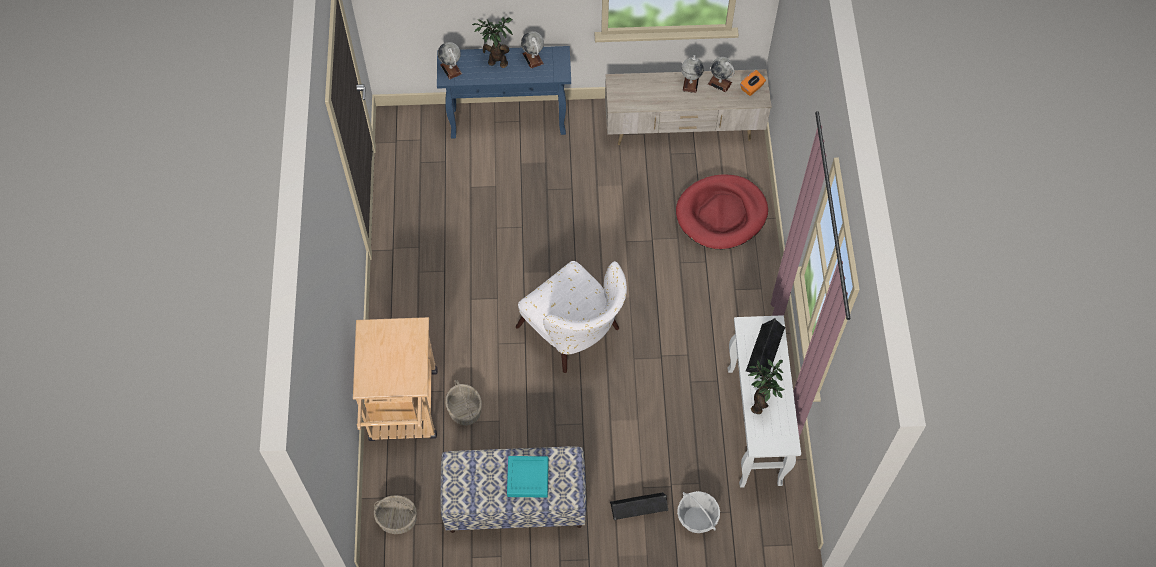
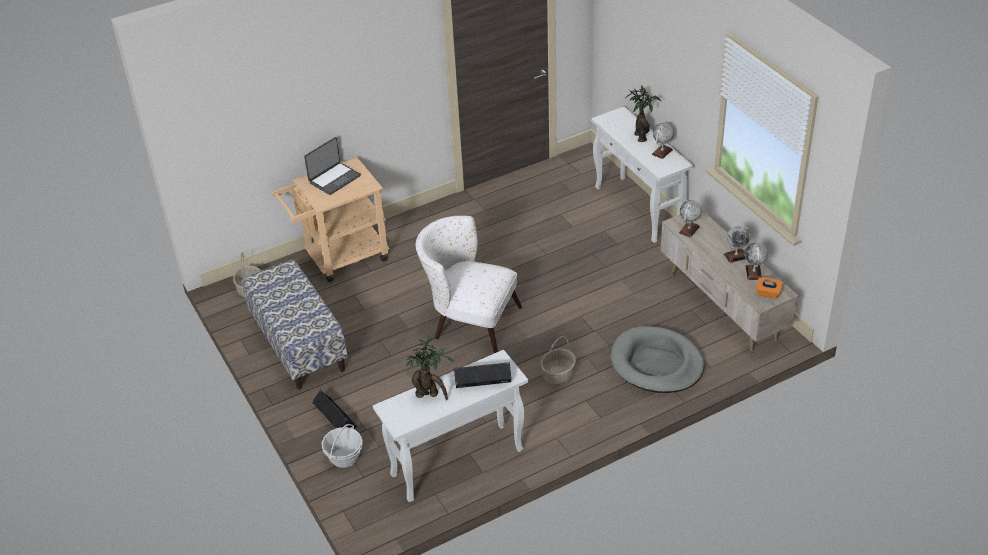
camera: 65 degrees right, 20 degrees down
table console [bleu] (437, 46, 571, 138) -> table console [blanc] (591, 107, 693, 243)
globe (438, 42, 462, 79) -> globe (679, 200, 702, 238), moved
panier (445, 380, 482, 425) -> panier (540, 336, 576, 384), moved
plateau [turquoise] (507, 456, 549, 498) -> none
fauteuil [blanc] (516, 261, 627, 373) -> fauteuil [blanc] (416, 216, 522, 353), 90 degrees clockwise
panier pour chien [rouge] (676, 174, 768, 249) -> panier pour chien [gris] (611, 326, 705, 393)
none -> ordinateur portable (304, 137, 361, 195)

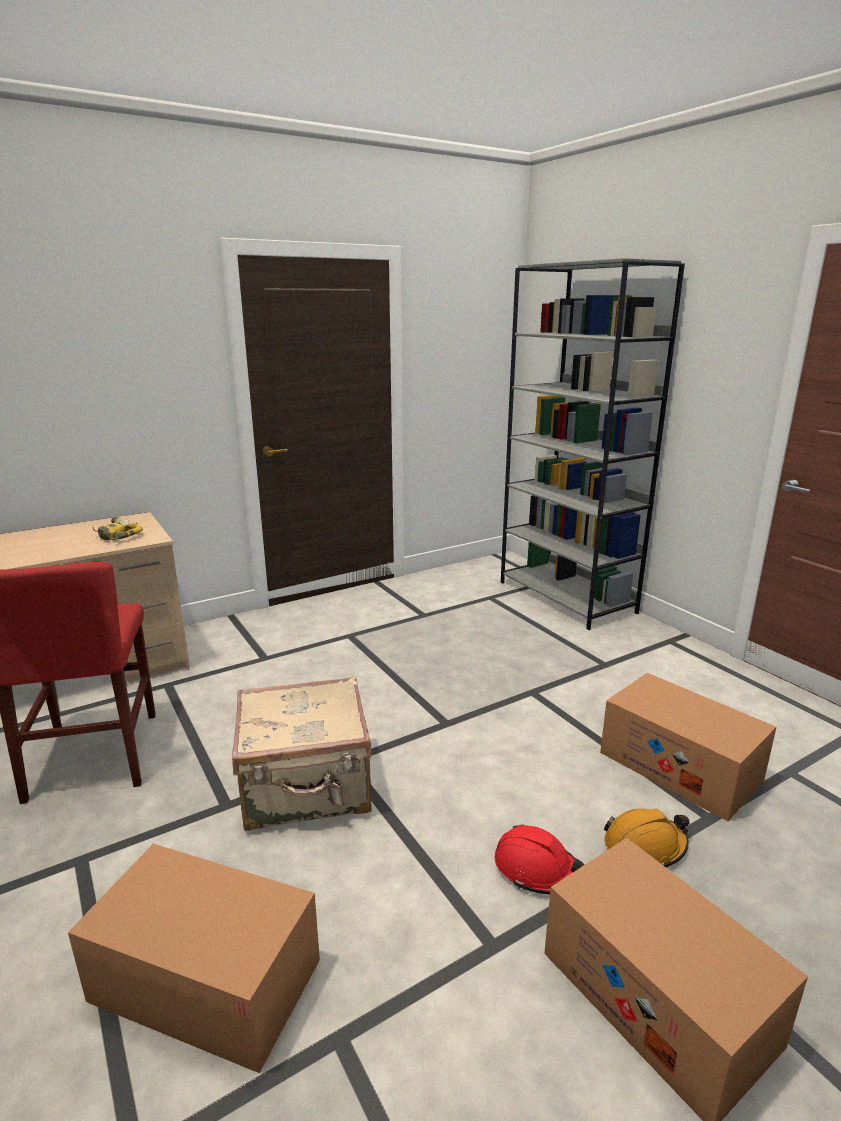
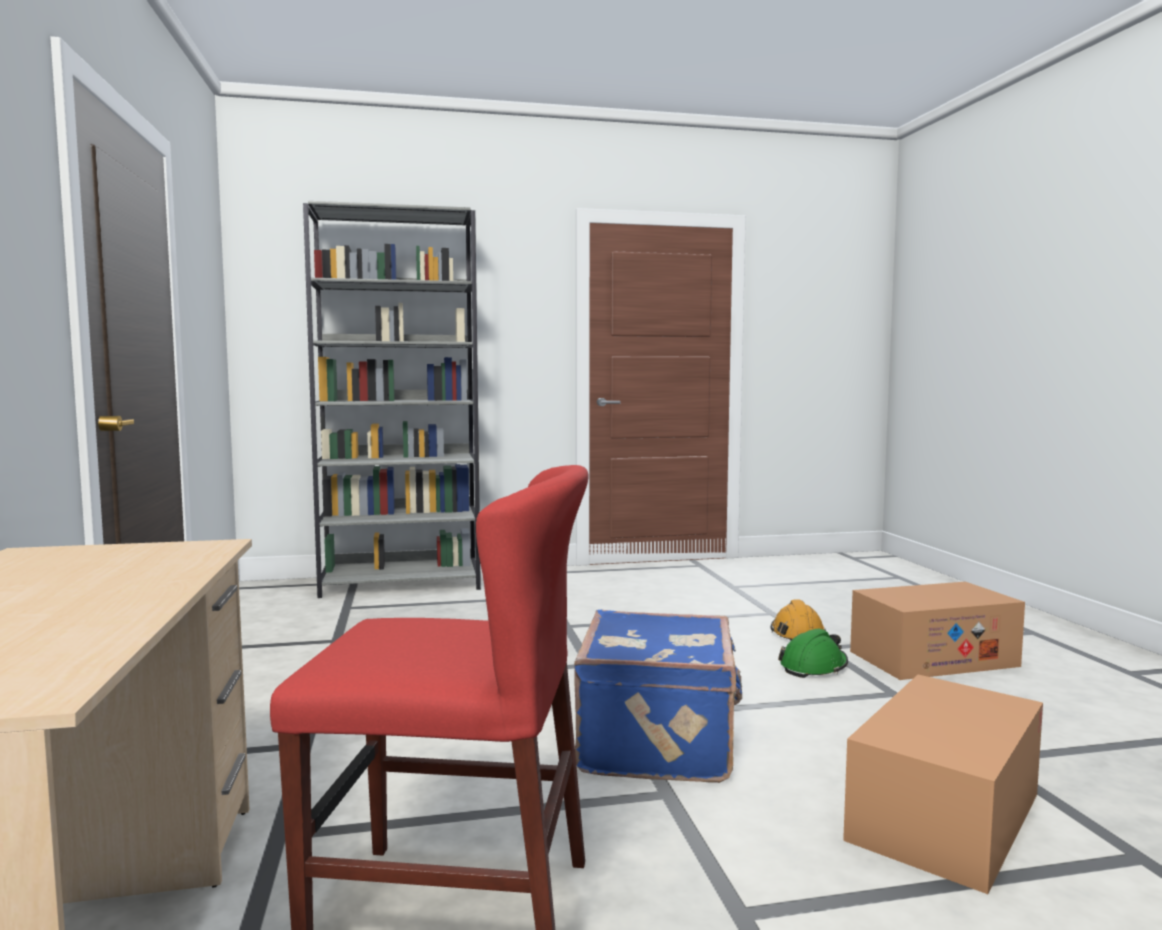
camera: 70 degrees left, 15 degrees down
perceuse (93, 517, 143, 540) -> none
valise [beige] (232, 676, 372, 831) -> valise [bleu] (574, 610, 742, 783)
casque de chantier [rouge] (495, 824, 585, 894) -> casque de chantier [vert] (778, 629, 848, 678)
carton (600, 673, 776, 821) -> none

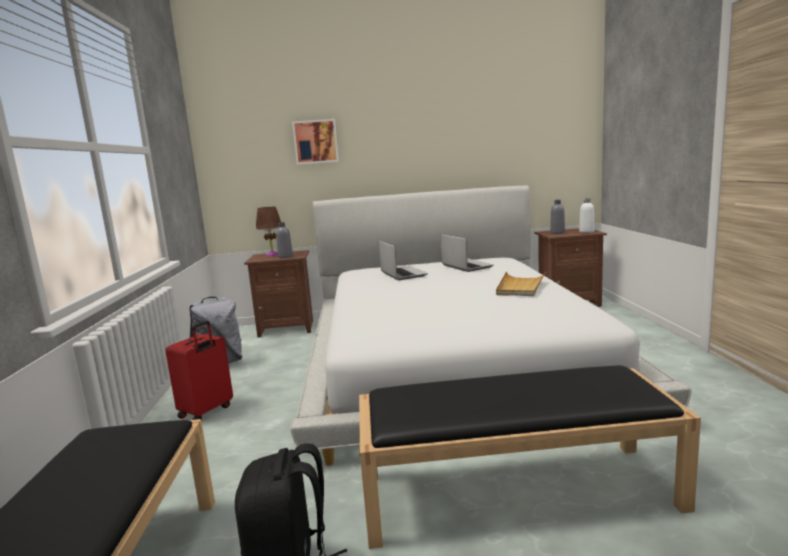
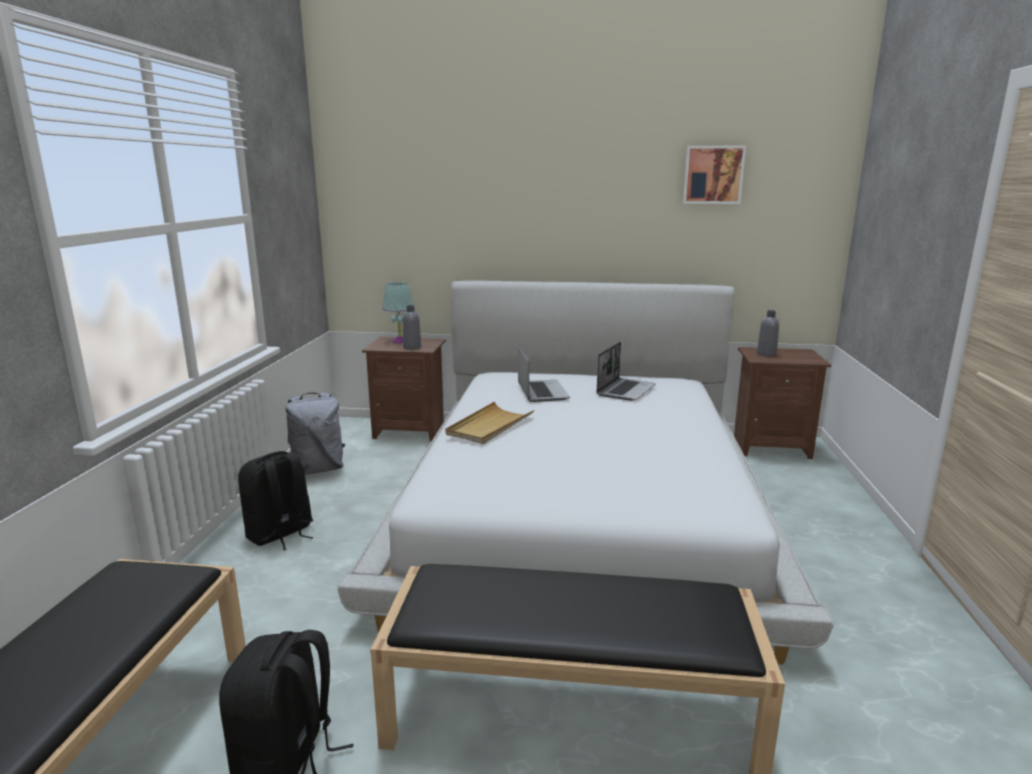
camera: 10 degrees right, 5 degrees up
valise [rouge] (165, 321, 233, 421) -> sac à dos [noir] (238, 451, 313, 550)
lampe de table [marron] (256, 207, 281, 256) -> lampe de table [turquoise] (382, 282, 414, 343)
tableau (292, 119, 339, 165) -> tableau (683, 146, 746, 204), moved
ordinateur portable (441, 234, 494, 272) -> ordinateur portable (597, 342, 656, 401), 45 degrees clockwise
plateau [beige] (496, 272, 545, 296) -> plateau [beige] (445, 402, 534, 444), moved
bouteille [blanc] (579, 198, 595, 233) -> none

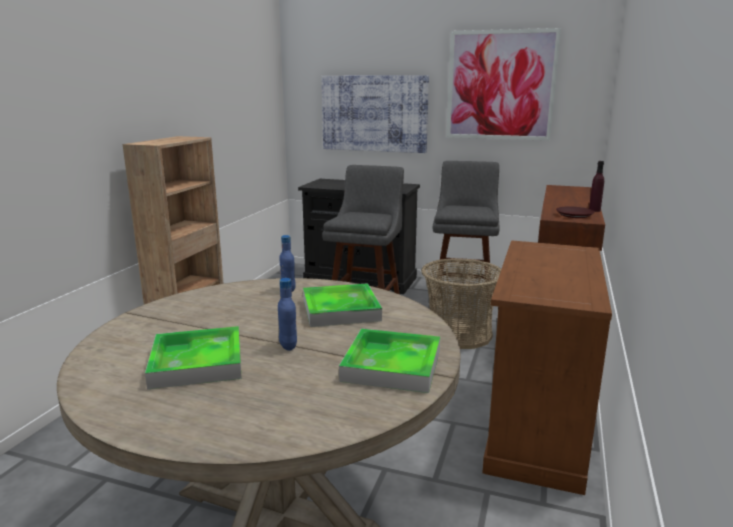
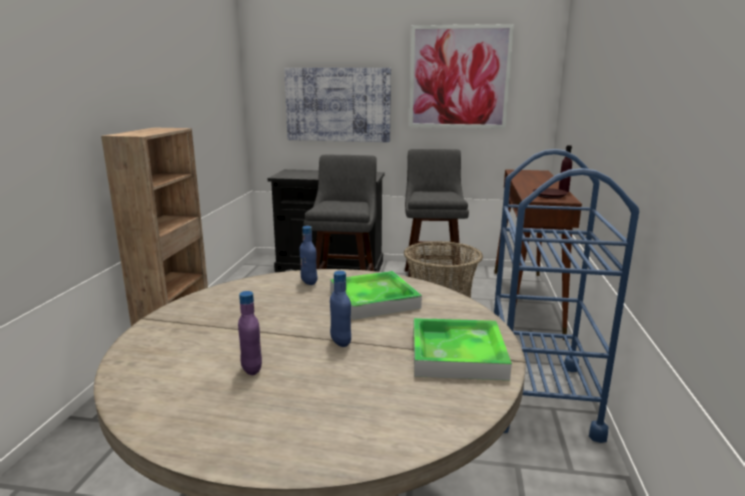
camera: 10 degrees left, 0 degrees up
plateau (145, 326, 242, 389) -> bouteille [violet] (238, 291, 262, 375)
meuble de rangement [marron] (482, 240, 612, 495) -> chariot [bleu] (494, 149, 639, 443)

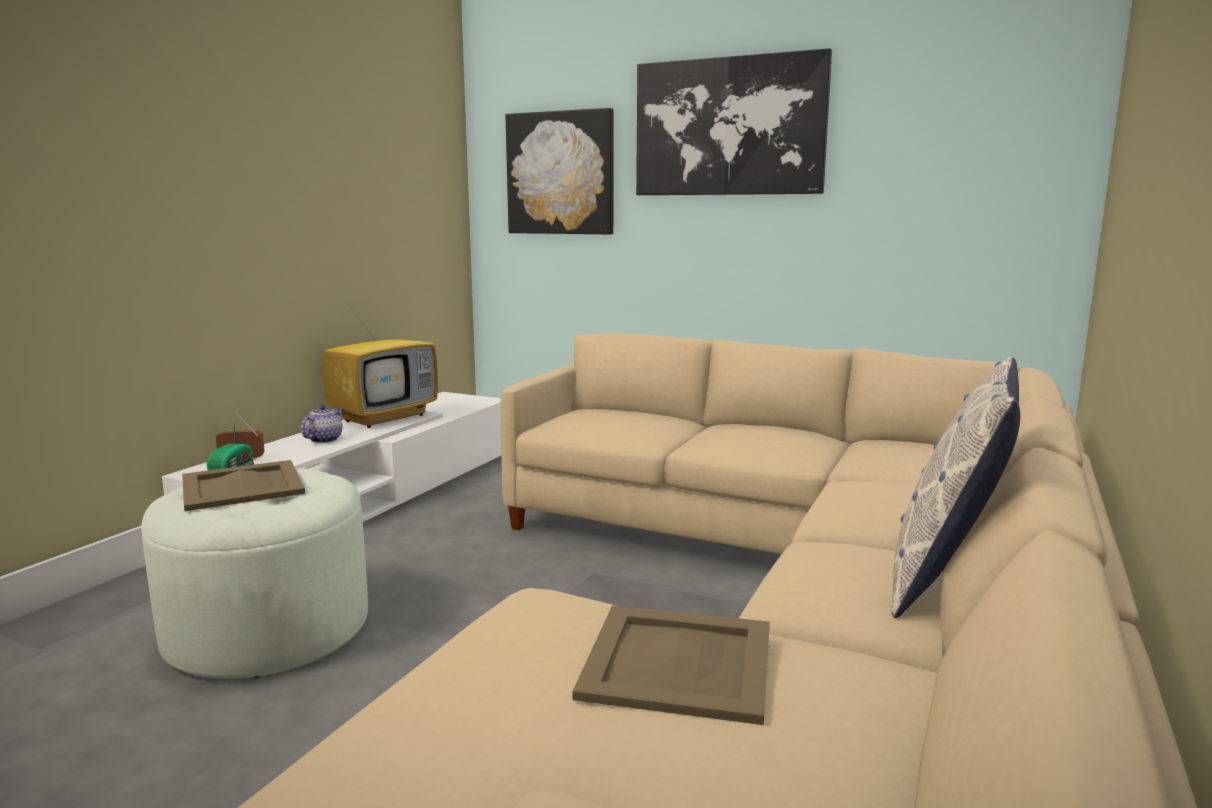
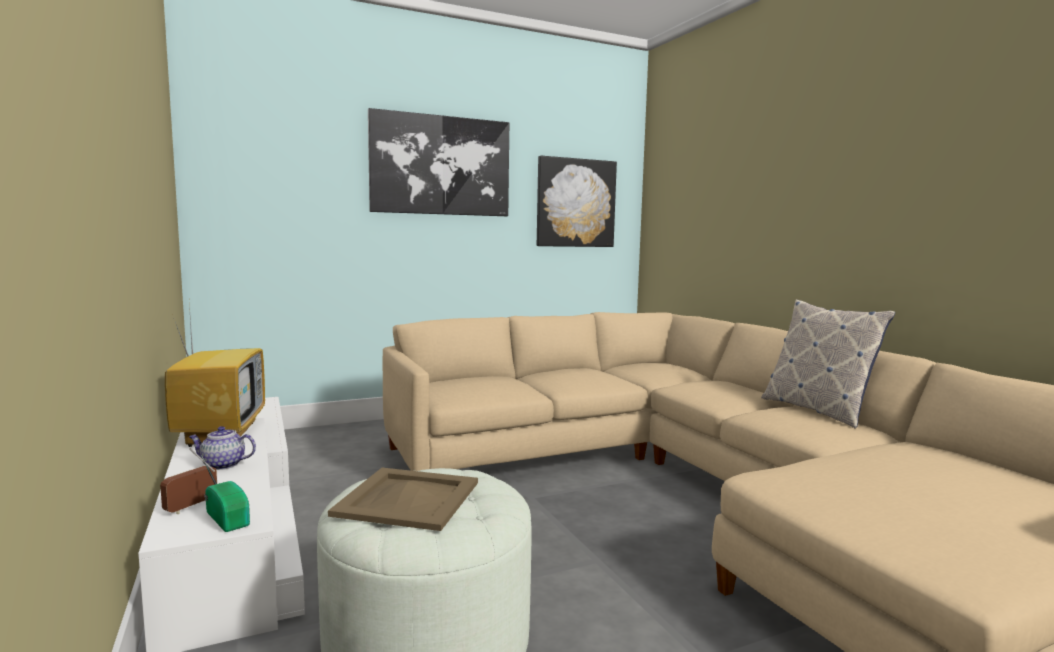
camera: 50 degrees left, 5 degrees down
théière (301, 405, 343, 443) -> théière (189, 426, 256, 470), 60 degrees counterclockwise
tableau (505, 108, 614, 235) -> tableau (537, 156, 617, 247), moved
plateau [beige] (572, 605, 770, 725) -> none

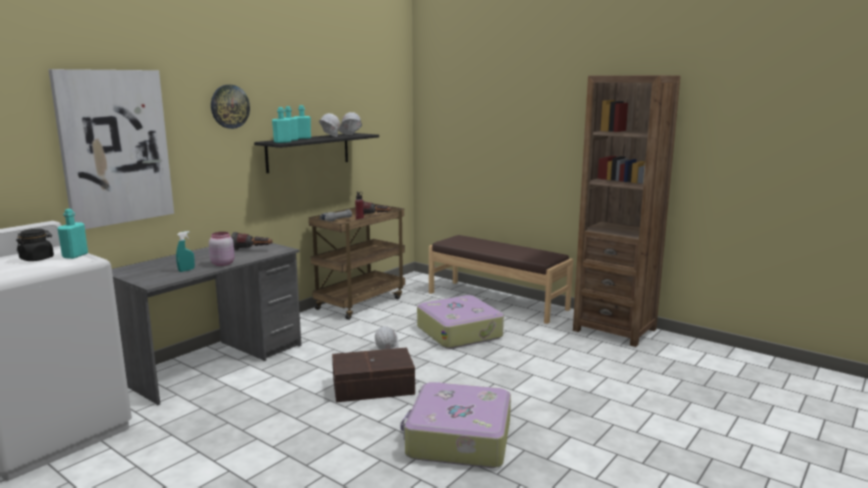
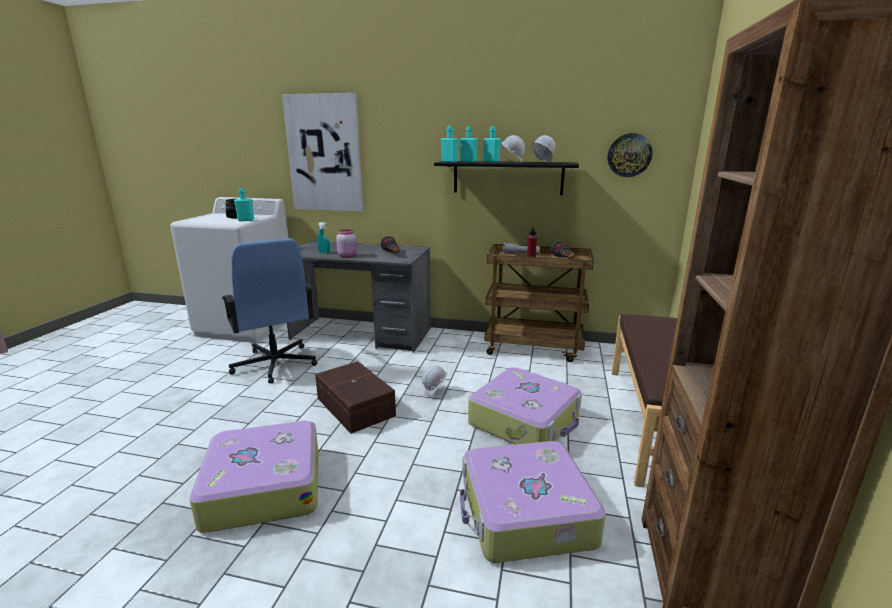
camera: 65 degrees right, 5 degrees up
horloge murale (211, 85, 250, 129) -> horloge murale (608, 133, 652, 177), moved
none -> chaise de bureau [bleu] (222, 238, 318, 384)
none -> valise (460, 441, 606, 563)

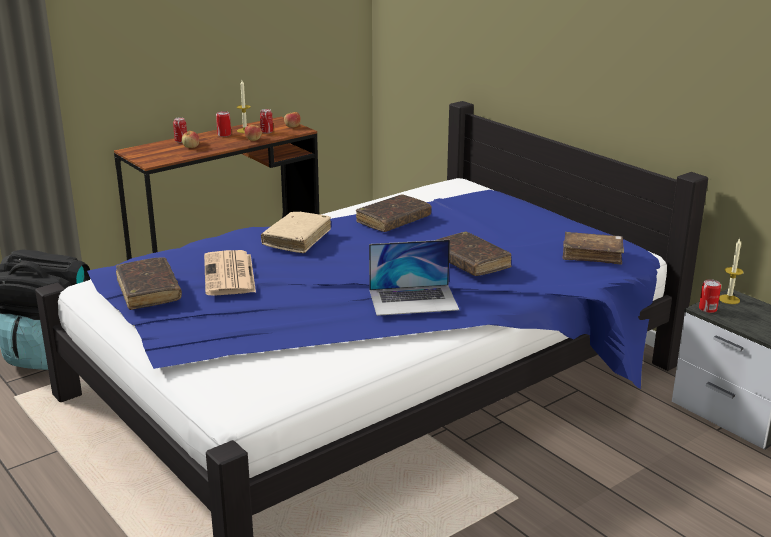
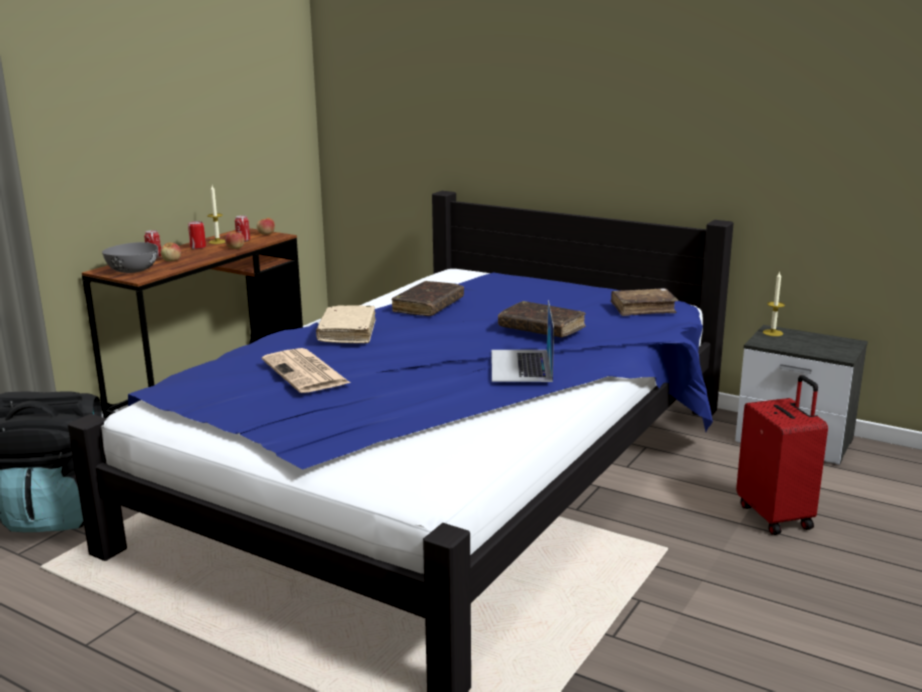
camera: 20 degrees left, 5 degrees down
livre [marron] (116, 257, 182, 310) -> none
ordinateur portable (369, 240, 459, 316) -> ordinateur portable (492, 300, 554, 382), 120 degrees clockwise
boîte métallique (699, 279, 721, 313) -> none
none -> bol [gris] (102, 242, 158, 273)
none -> valise [rouge] (736, 375, 828, 535)

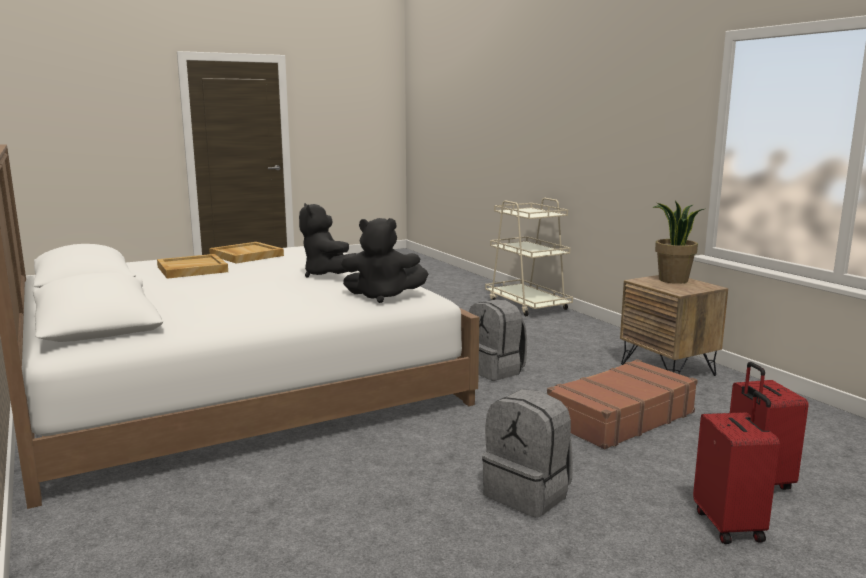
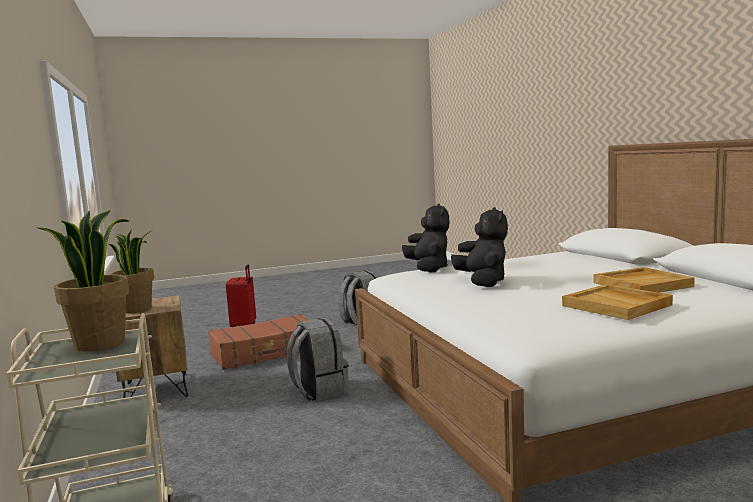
camera: 170 degrees left, 5 degrees down
peluche [noir] (341, 218, 428, 303) -> peluche [noir] (402, 204, 449, 273), 60 degrees clockwise
valise [rouge] (693, 391, 780, 544) -> none
none -> plante en pot (38, 210, 129, 351)

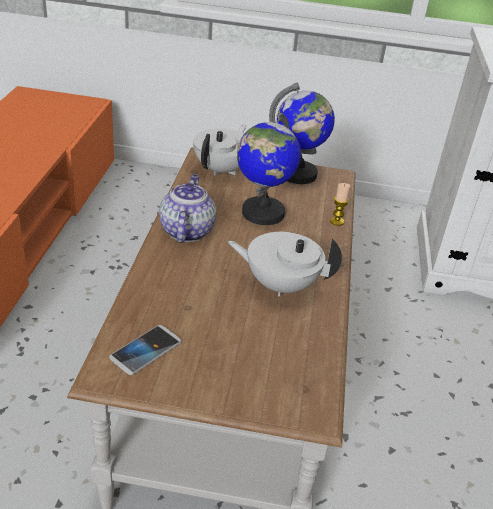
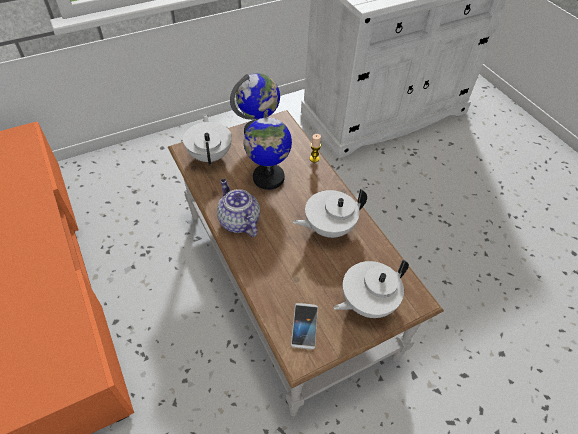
camera: 35 degrees left, 15 degrees up
none -> théière [blanc] (334, 260, 409, 318)

